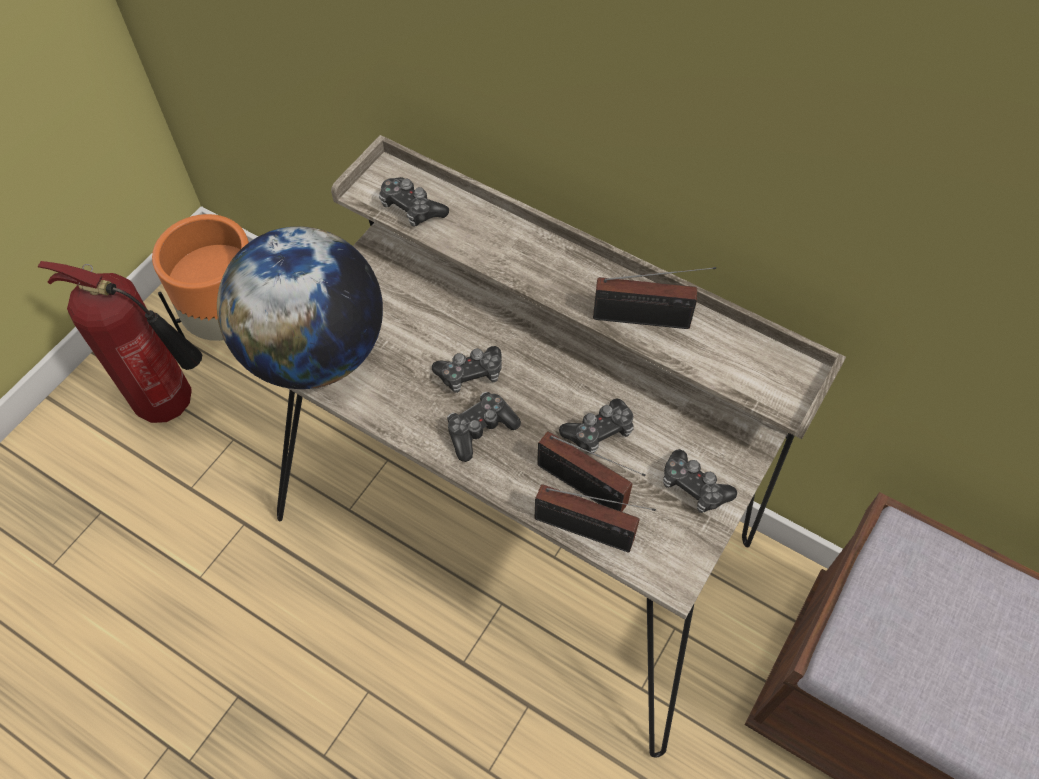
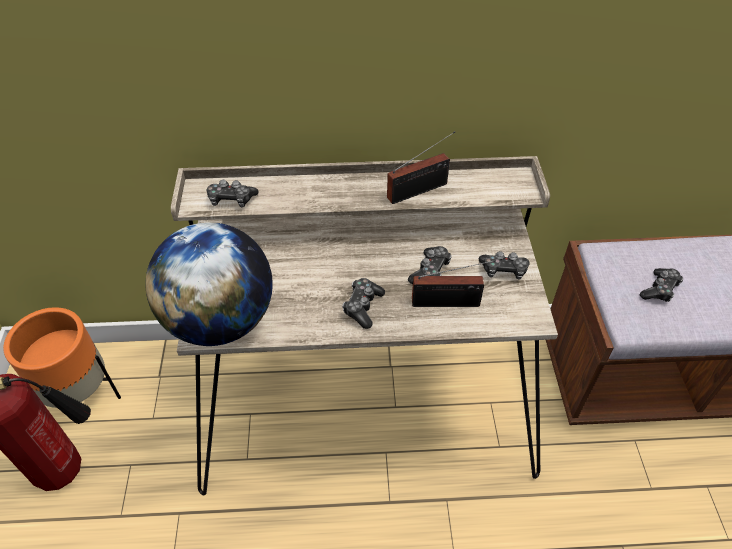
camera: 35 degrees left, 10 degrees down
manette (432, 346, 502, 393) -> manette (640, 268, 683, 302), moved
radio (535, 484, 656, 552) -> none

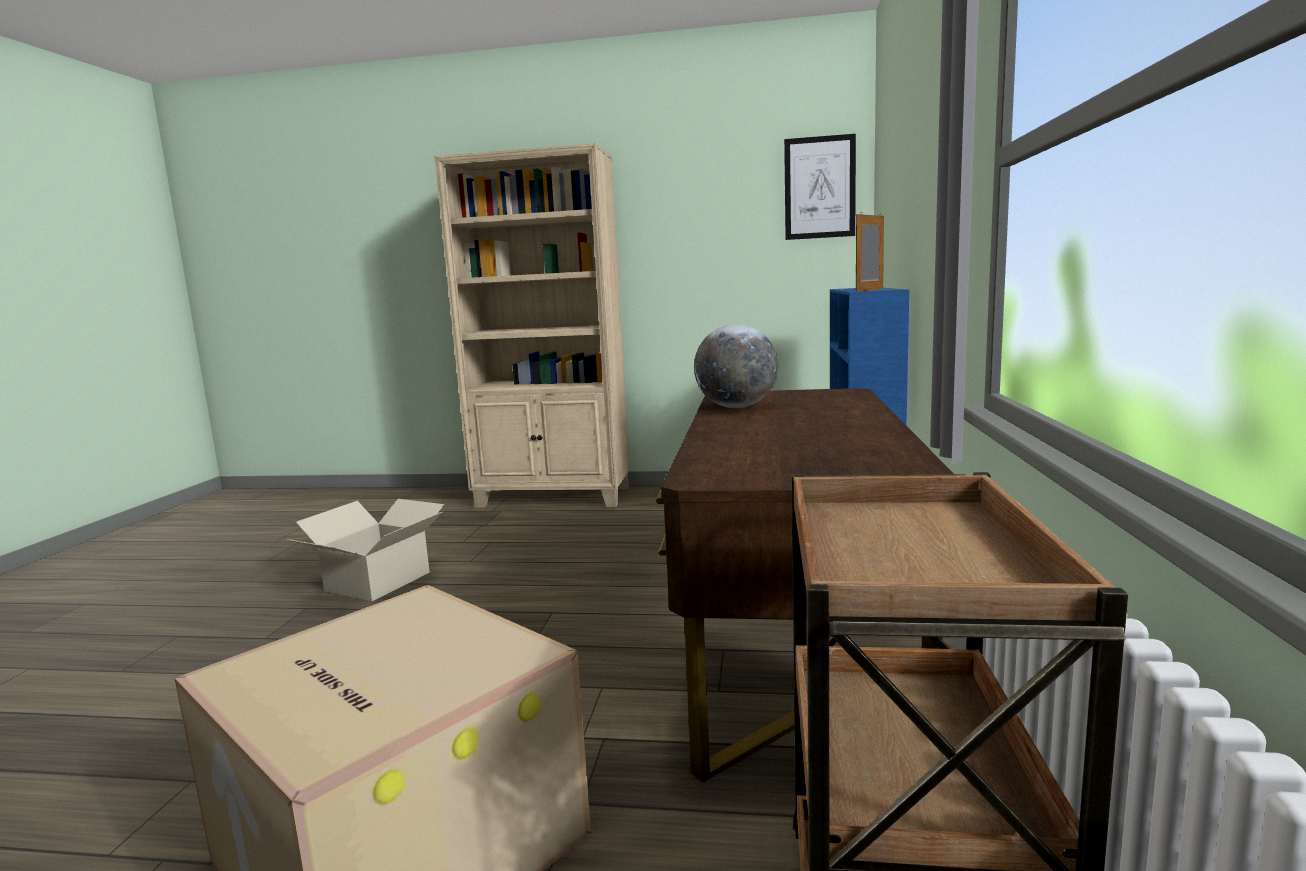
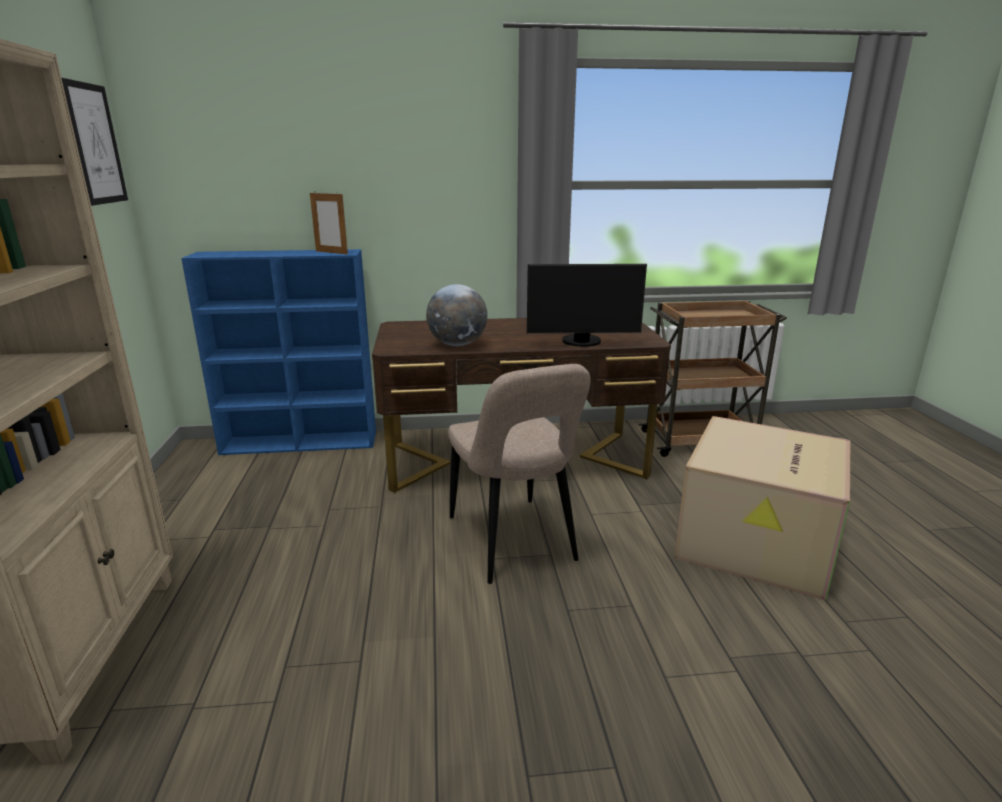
camera: 105 degrees left, 10 degrees up
carton (287, 499, 444, 601) -> none
none -> chaise [beige] (448, 364, 591, 584)
none -> écran d'ordinateur (527, 264, 647, 347)

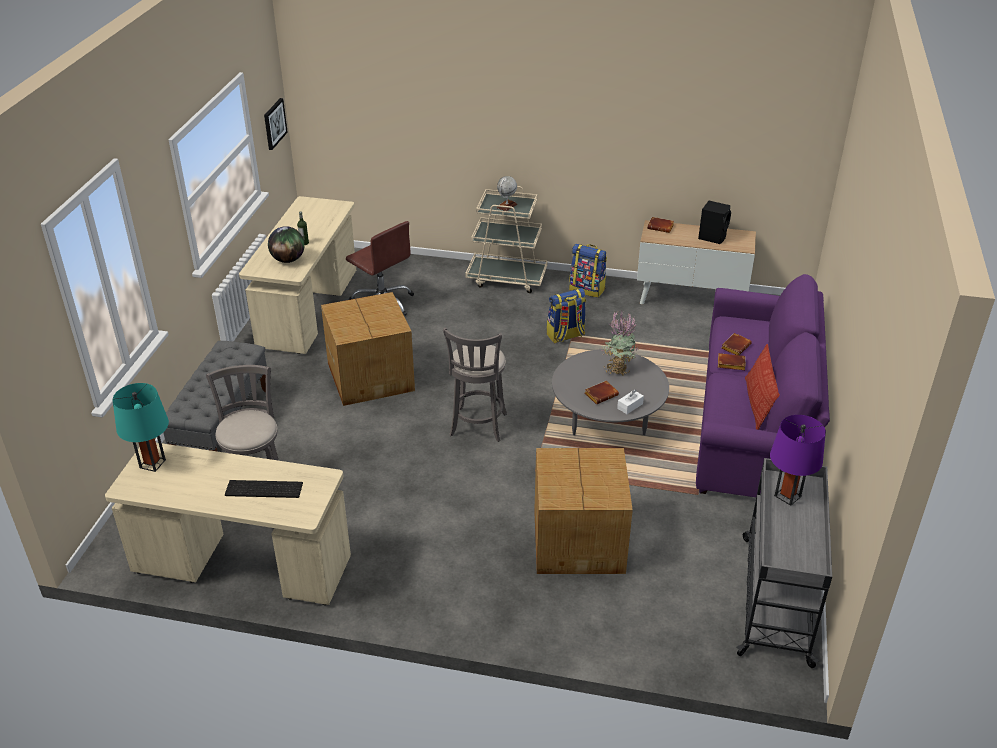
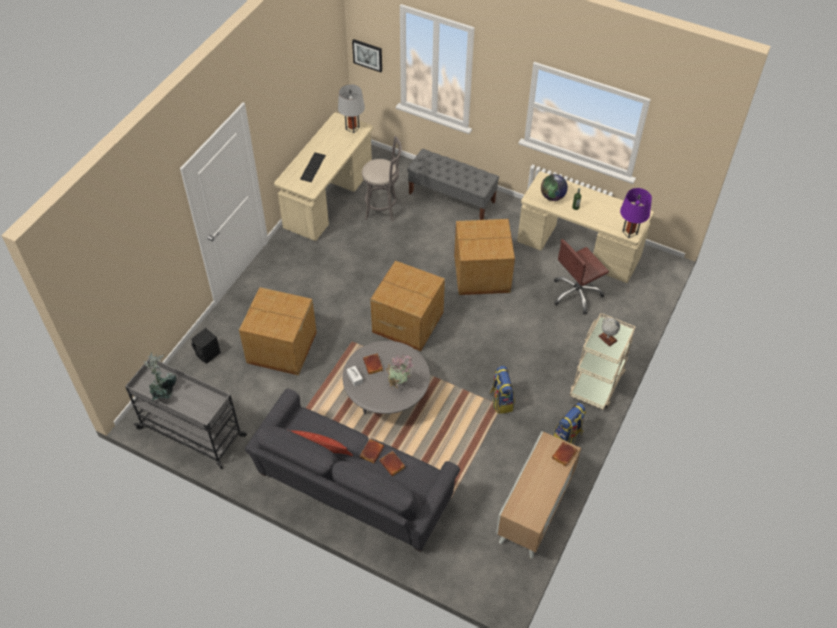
camera: 105 degrees right, 15 degrees up
lampe de table [turquoise] (113, 383, 169, 472) -> lampe de table [gris] (338, 84, 365, 133)
tableau (264, 98, 288, 150) -> tableau (352, 39, 382, 72), moved
tabouret [gris] (443, 328, 507, 442) -> carton (370, 261, 445, 351)
canapé [violet] (696, 274, 830, 497) -> canapé [gris] (245, 388, 460, 552)
enceinte [noir] (698, 201, 731, 244) -> enceinte [noir] (191, 328, 221, 364), moved
lampe de table [violet] (770, 415, 826, 506) -> lampe de table [violet] (620, 188, 652, 238), moved
none -> plante en pot (143, 352, 177, 401)

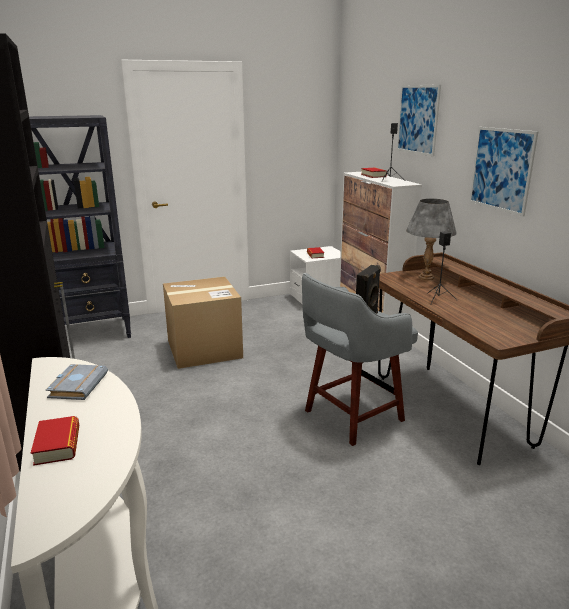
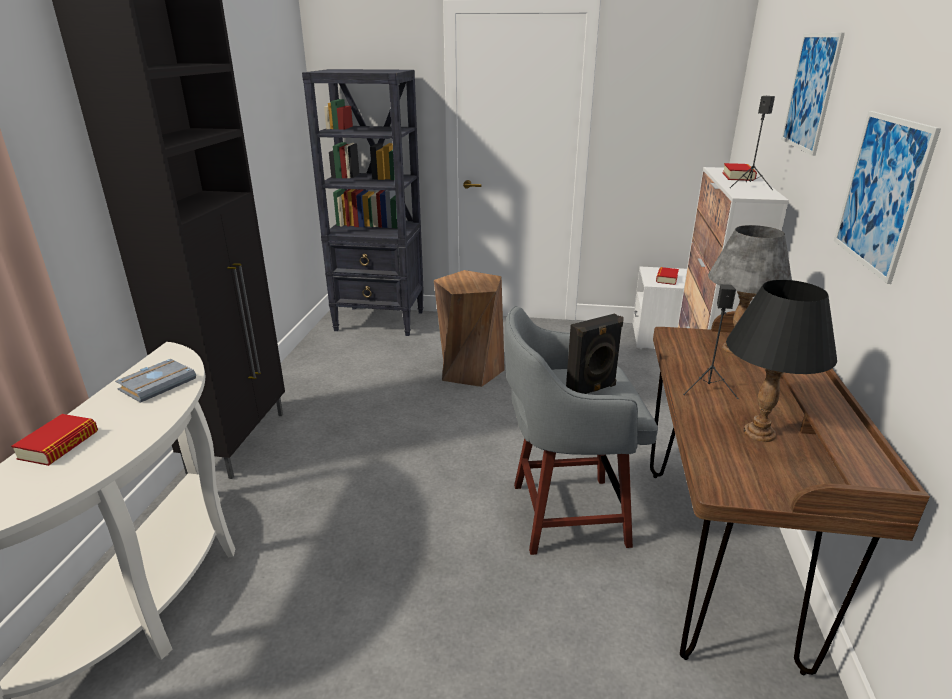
camera: 30 degrees right, 5 degrees up
carton (163, 277, 243, 369) -> tabouret [marron] (434, 270, 505, 387)
none -> lampe de table [noir] (726, 280, 837, 442)

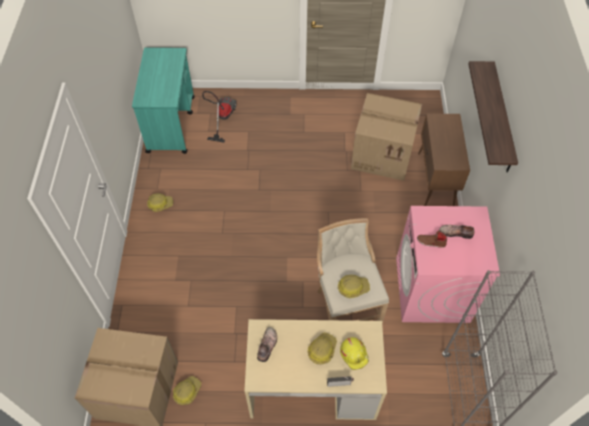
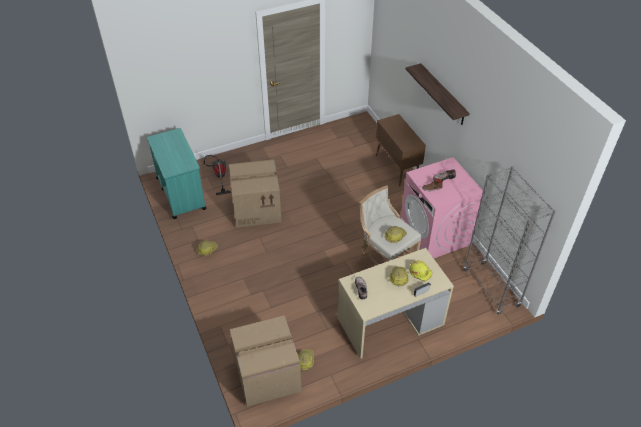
camera: 25 degrees left, 10 degrees down
carton (351, 93, 422, 181) -> carton (229, 159, 282, 228), moved

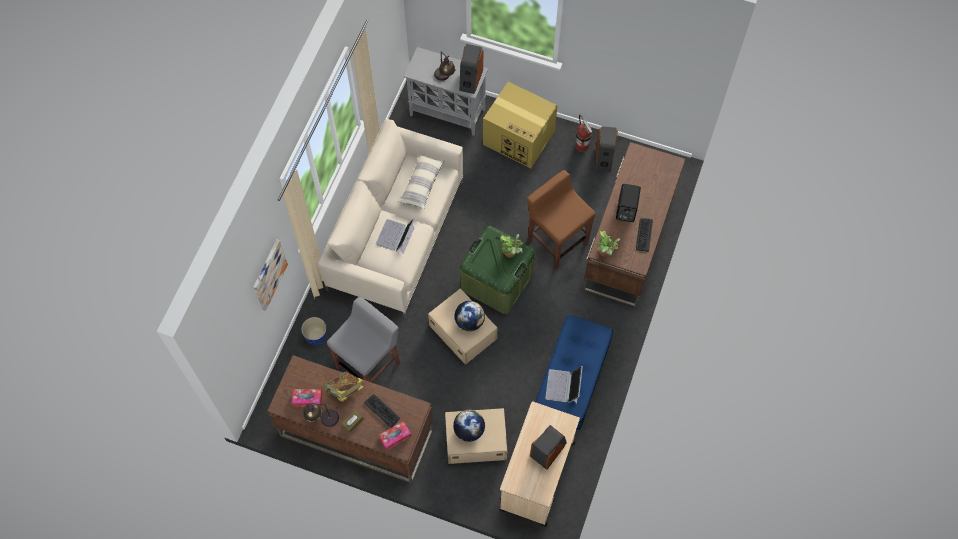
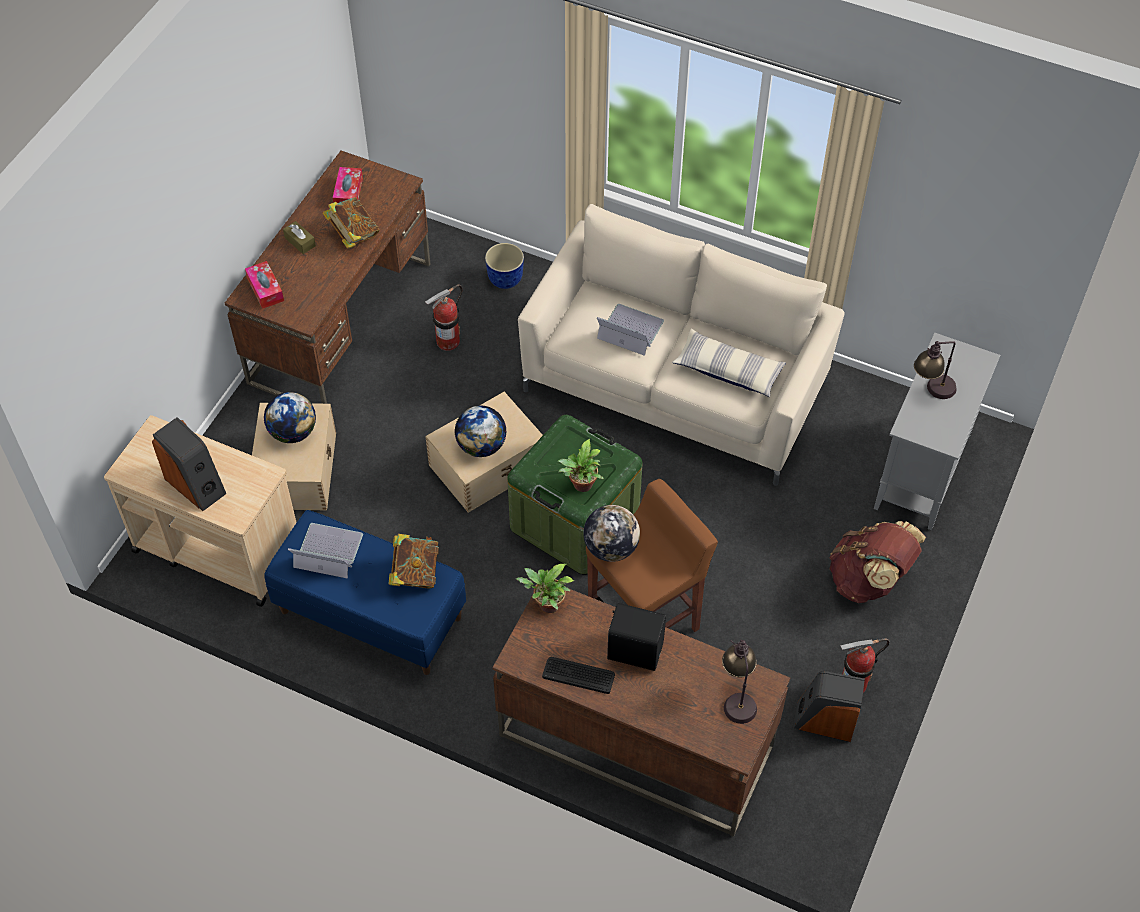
camera: 95 degrees right, 10 degrees down
tableau (253, 239, 288, 311) -> none
lampe de table (303, 403, 339, 427) -> lampe de table (722, 640, 757, 724), moved
tabouret [gris] (327, 297, 400, 383) -> extincteur (425, 284, 462, 351)
clavier (364, 394, 400, 428) -> none
enceinte (459, 44, 483, 94) -> none
carton (483, 82, 558, 168) -> sac à dos [marron] (829, 521, 926, 603)
none -> livre (388, 534, 439, 588)
none -> globe (583, 505, 640, 562)

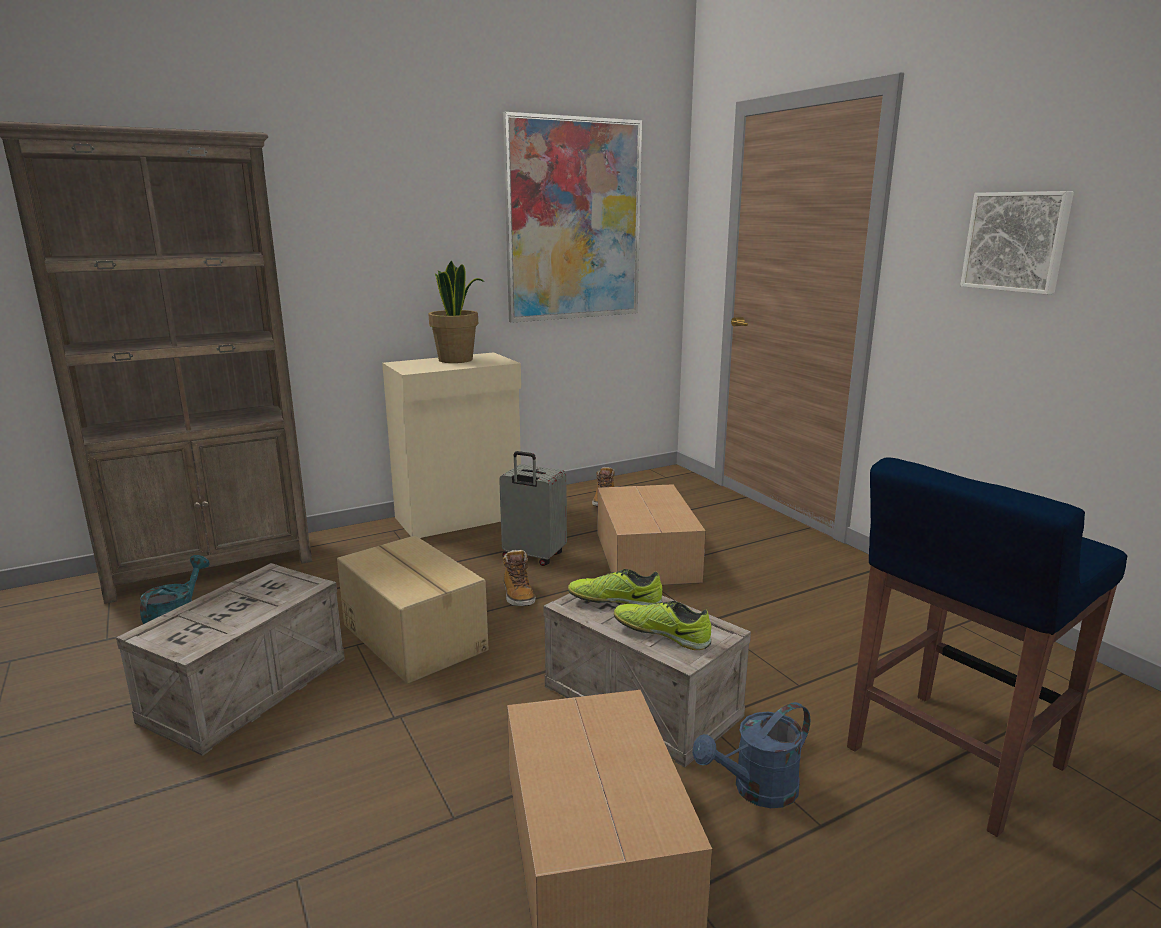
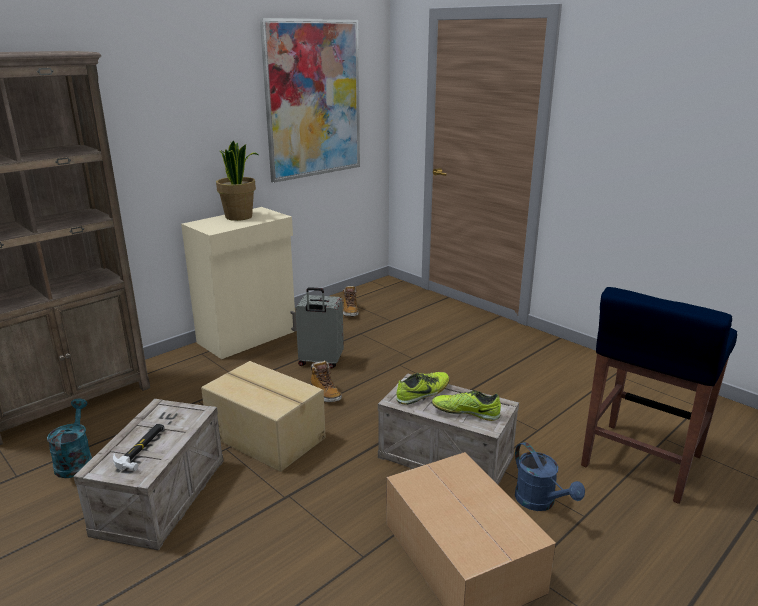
camera: 15 degrees left, 5 degrees up
chaussure (568, 569, 662, 605) -> chaussure (396, 372, 450, 405), 150 degrees clockwise
carton (597, 484, 706, 585) -> none
arrosoir [bleu] (692, 702, 810, 808) -> arrosoir [bleu] (515, 442, 585, 511), 75 degrees counterclockwise
tableau (960, 191, 1074, 294) -> none
none -> marteau (113, 424, 164, 471)

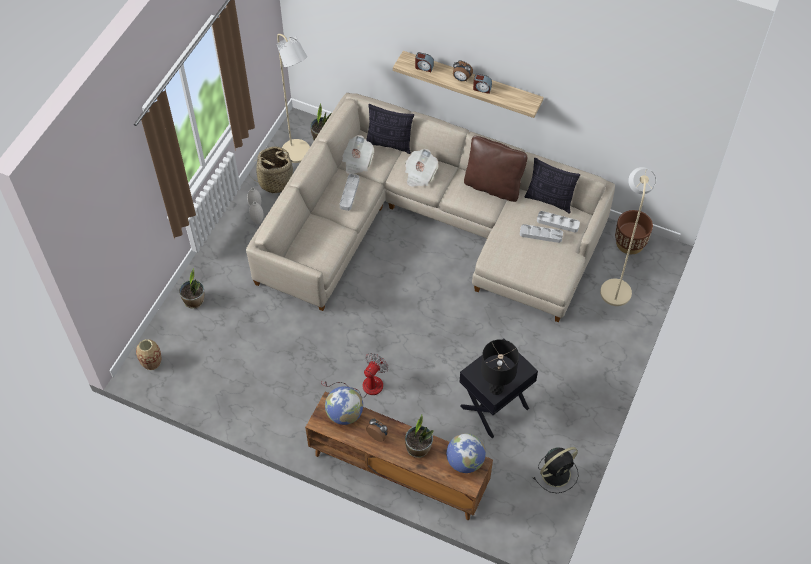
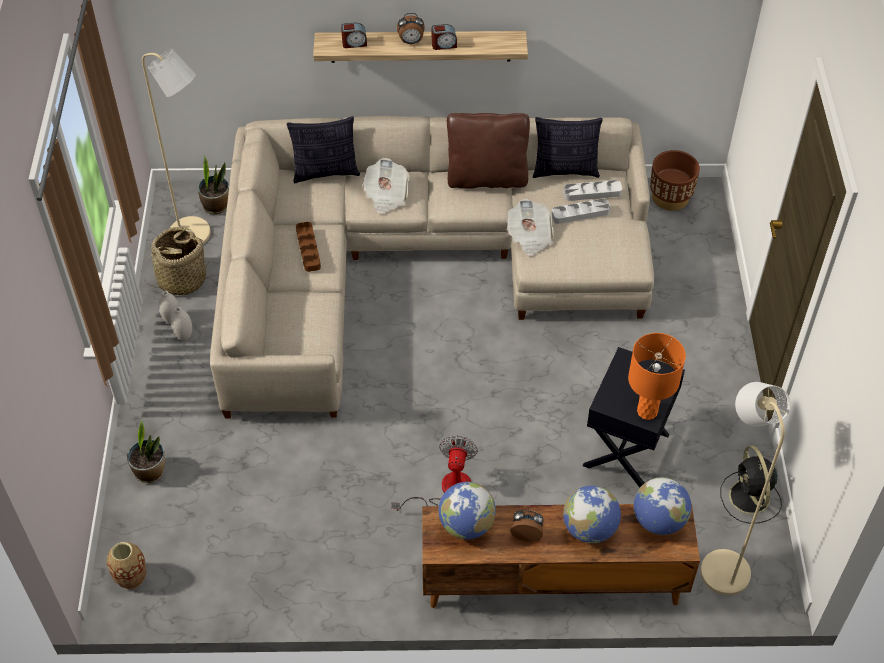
camera: 25 degrees left, 5 degrees down
plateau [gris] (340, 174, 360, 211) -> plateau [marron] (296, 222, 321, 272)
journal (342, 135, 374, 174) -> journal (507, 199, 554, 256), moved
plante en pot (405, 415, 434, 458) -> globe (563, 486, 621, 544)
lampe de table [noir] (481, 339, 519, 395) -> lampe de table [orange] (628, 333, 686, 420)
ventilateur [noir] (533, 447, 579, 493) -> ventilateur [noir] (721, 446, 782, 524), 135 degrees clockwise
lampadaire [beige] (600, 167, 657, 306) -> lampadaire [beige] (700, 382, 791, 595), moved

